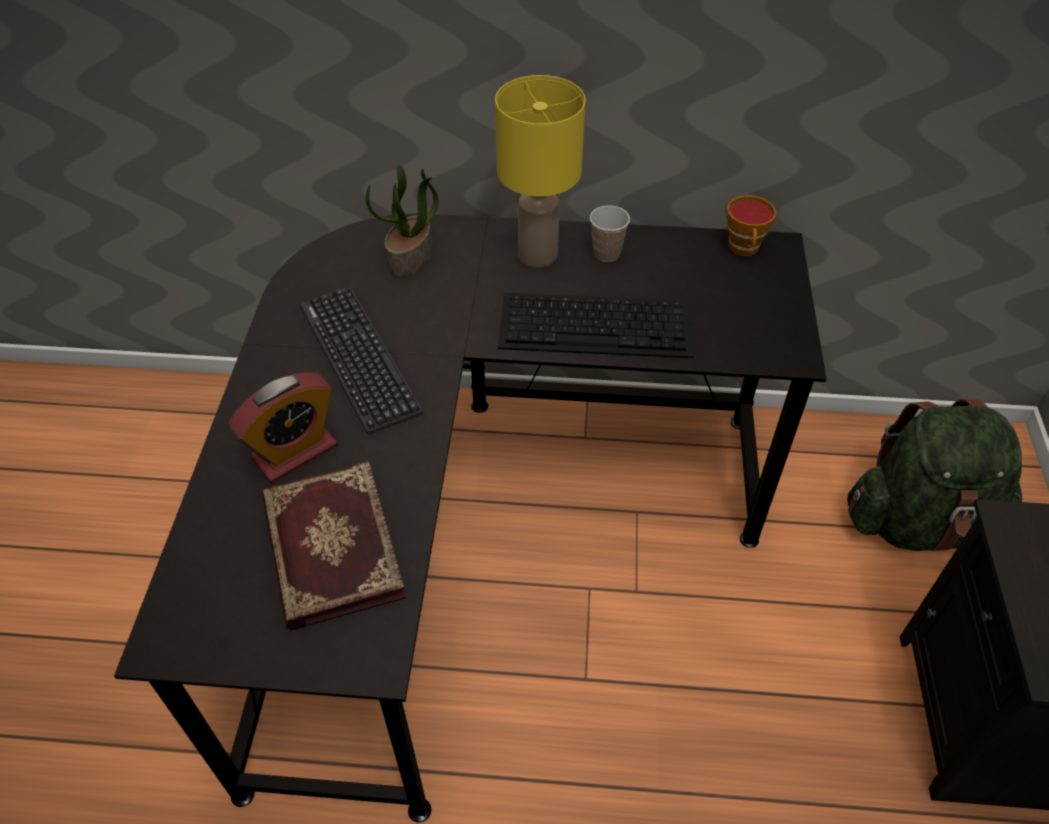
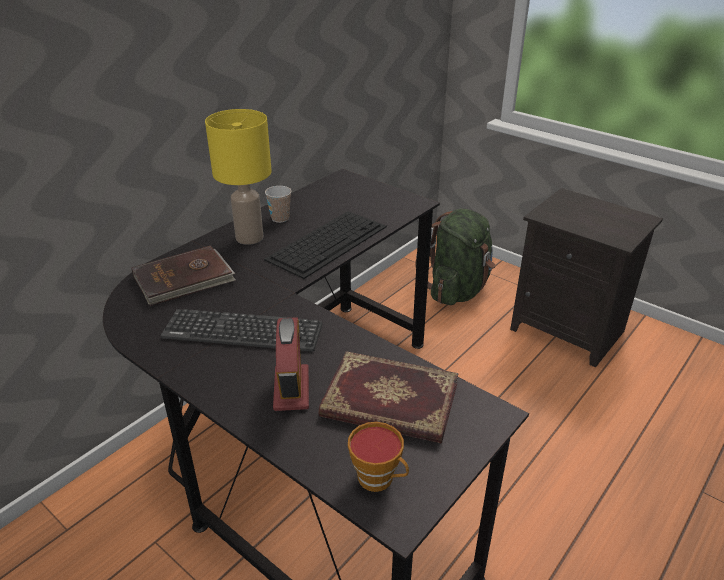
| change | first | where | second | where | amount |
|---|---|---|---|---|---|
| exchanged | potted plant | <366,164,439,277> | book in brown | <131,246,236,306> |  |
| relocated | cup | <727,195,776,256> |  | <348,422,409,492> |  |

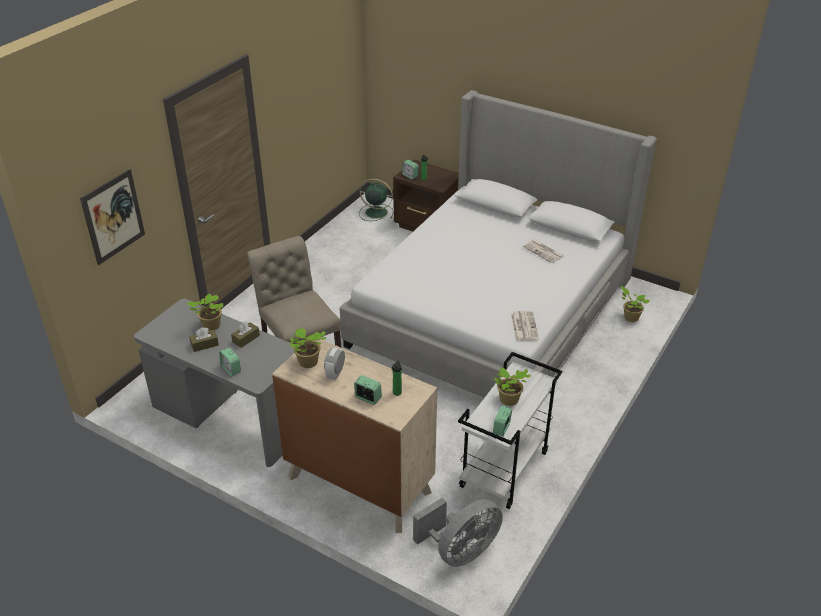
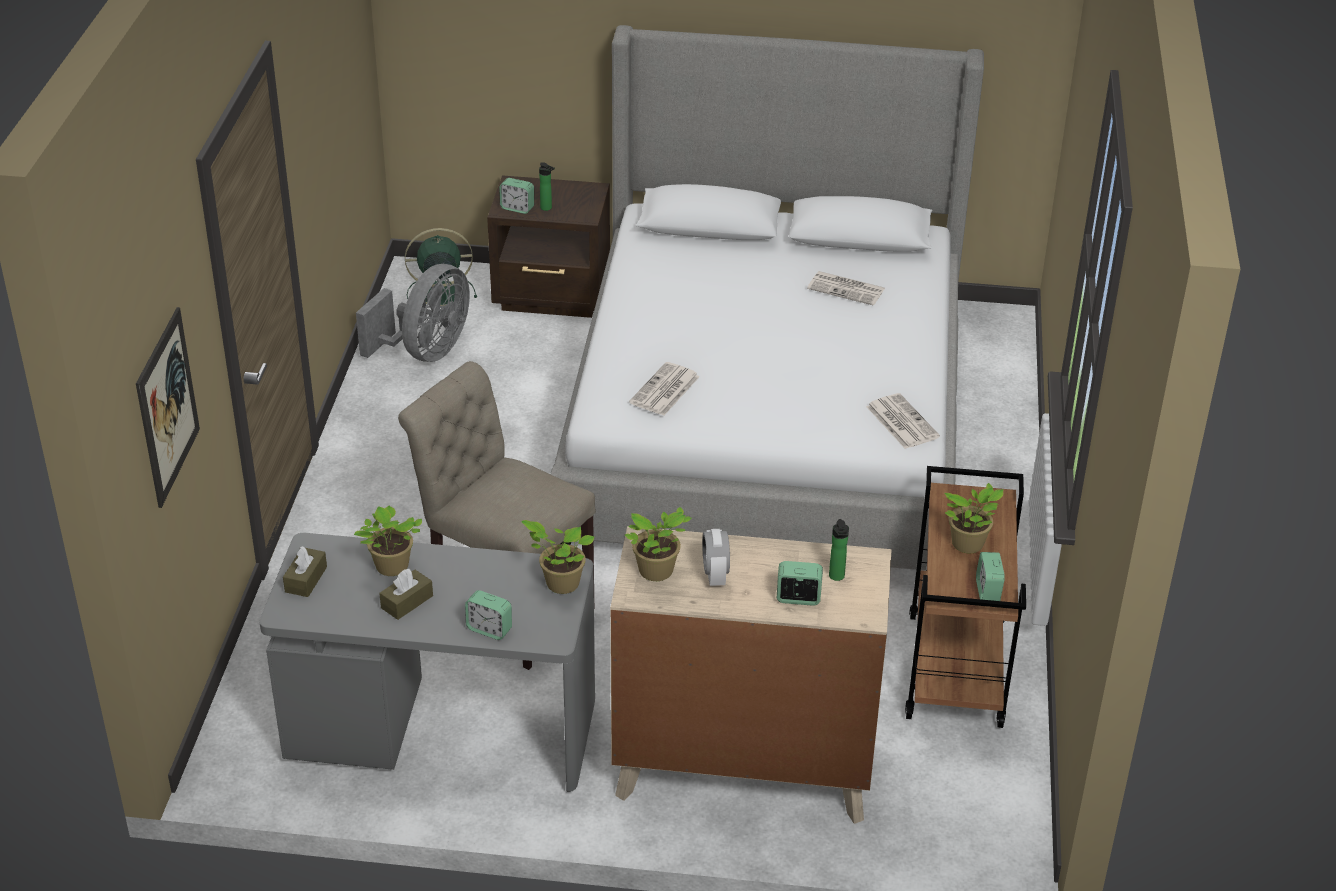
| change | first | where | second | where | amount |
|---|---|---|---|---|---|
| relocated | potted plant | <620,286,650,322> |  | <521,520,595,594> |  |
| relocated | tissue holder in brown | <231,321,260,348> |  | <283,546,327,597> |  |
| colour | trolley in whitish | <458,352,562,509> | trolley in brown | <905,466,1026,728> |  |
| relocated | electric fan in greyish | <413,498,503,567> |  | <356,264,470,362> |  |
| appeared |  |  | daily paper | <629,362,700,416> |  |

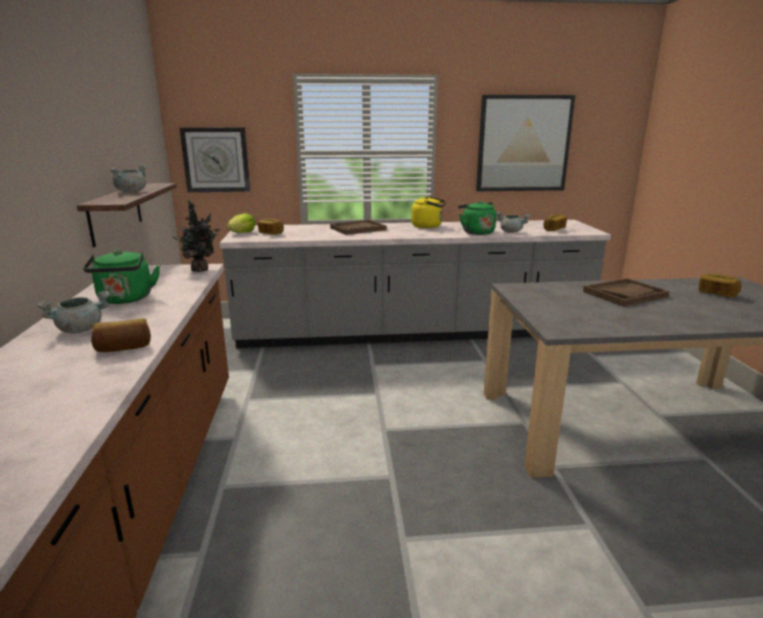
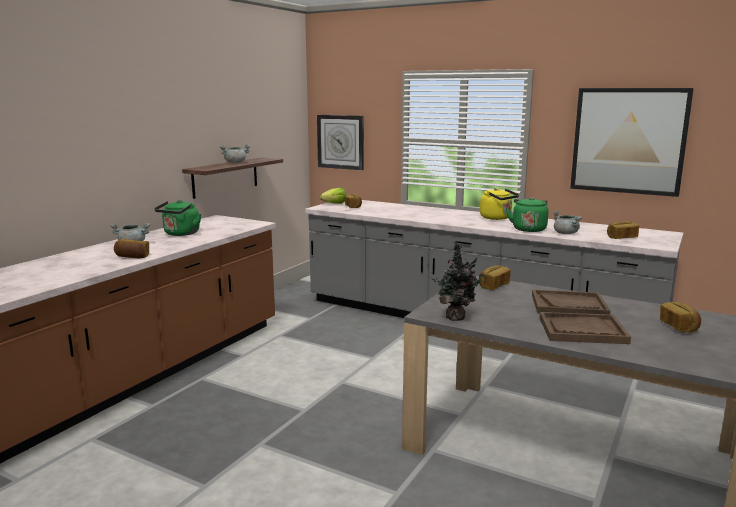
| change | first | where | second | where | amount |
|---|---|---|---|---|---|
| relocated | potted plant | <172,201,220,272> |  | <431,241,486,321> |  |
| relocated | serving tray in brown | <330,220,387,235> |  | <539,312,631,344> |  |
| appeared |  |  | bread | <479,265,511,290> |  |

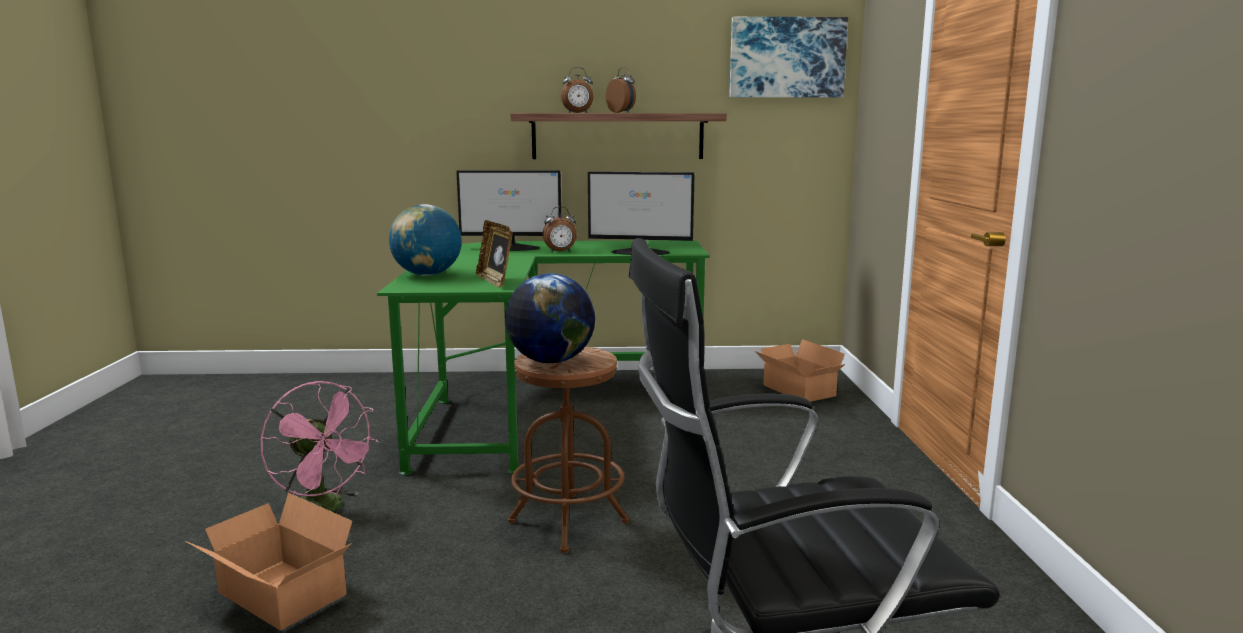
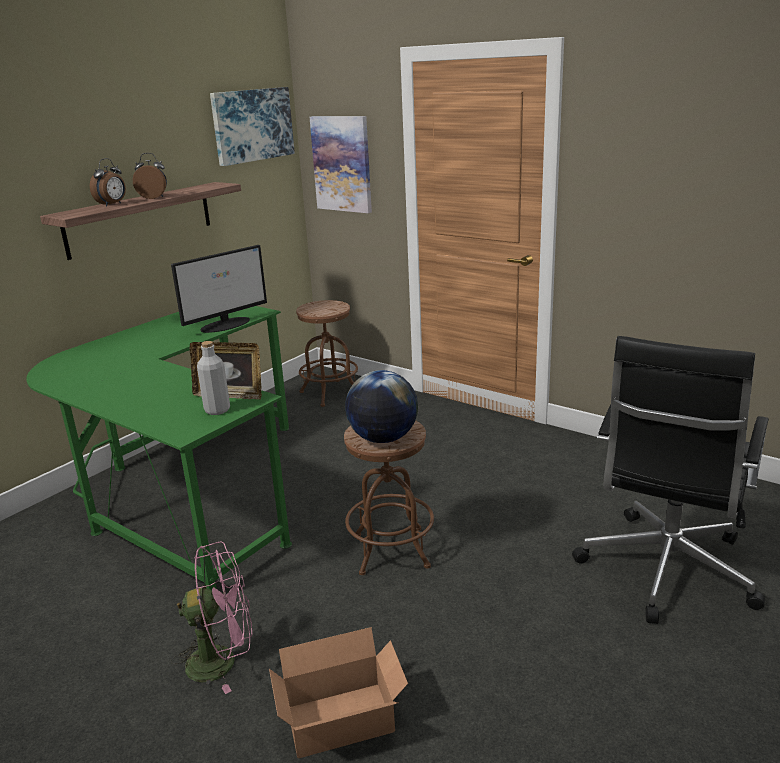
| change | first | where | second | where | amount |
|---|---|---|---|---|---|
| missing | computer screen | <456,170,561,251> |  |  |  |
| missing | globe | <389,204,462,276> |  |  |  |
| missing | alarm clock | <543,206,577,253> |  |  |  |
| exchanged | packing box | <755,339,845,402> | stool in brown | <296,300,358,407> |  |
| appeared |  |  | picture | <310,116,372,213> |  |
| appeared |  |  | drink bottle in greyish | <197,341,230,415> |  |

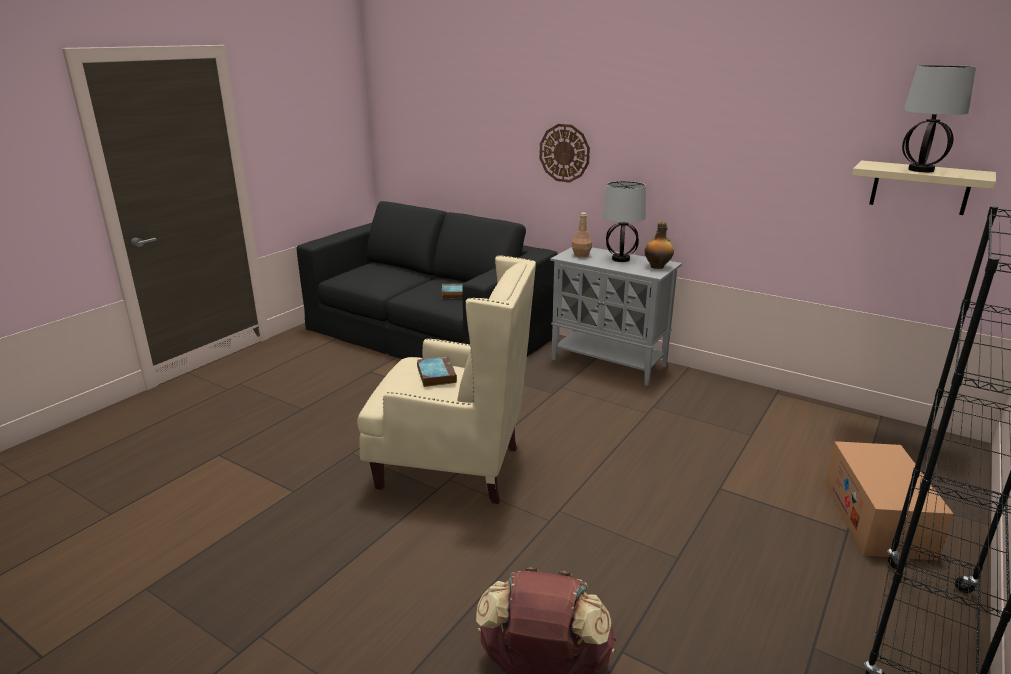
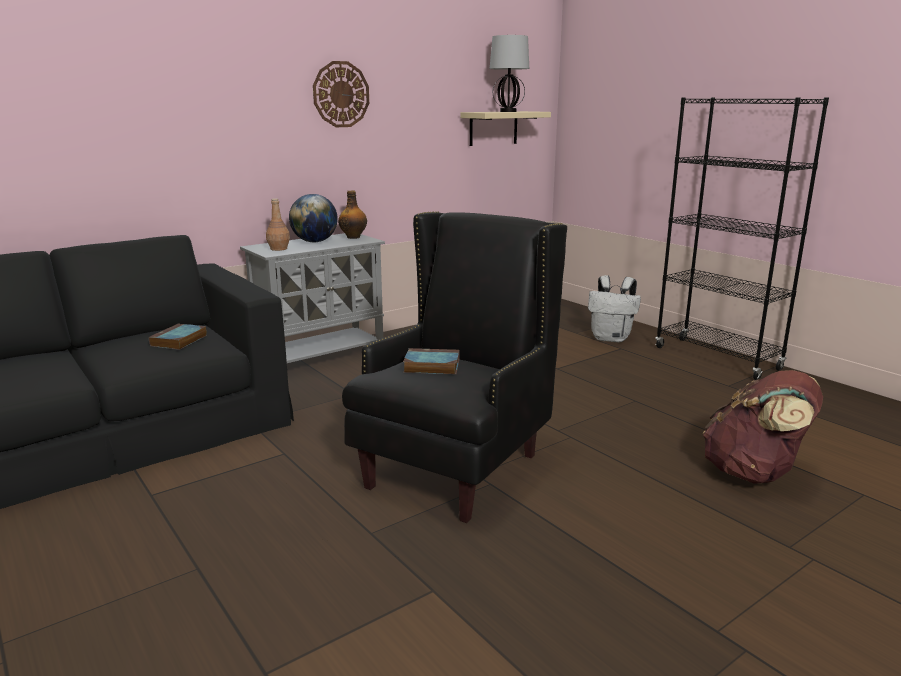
| change | first | where | second | where | amount |
|---|---|---|---|---|---|
| relocated | clock on the wall | <539,124,590,183> |  | <313,61,369,127> |  |
| exchanged | tabletop lamp | <602,181,646,262> | globe | <289,194,338,242> |  |
| colour | easy chair in beige-coloured | <357,255,536,504> | easy chair in black | <342,211,567,523> |  |
| exchanged | packing box | <825,441,953,561> | knapsack in whitish | <588,275,641,342> |  |

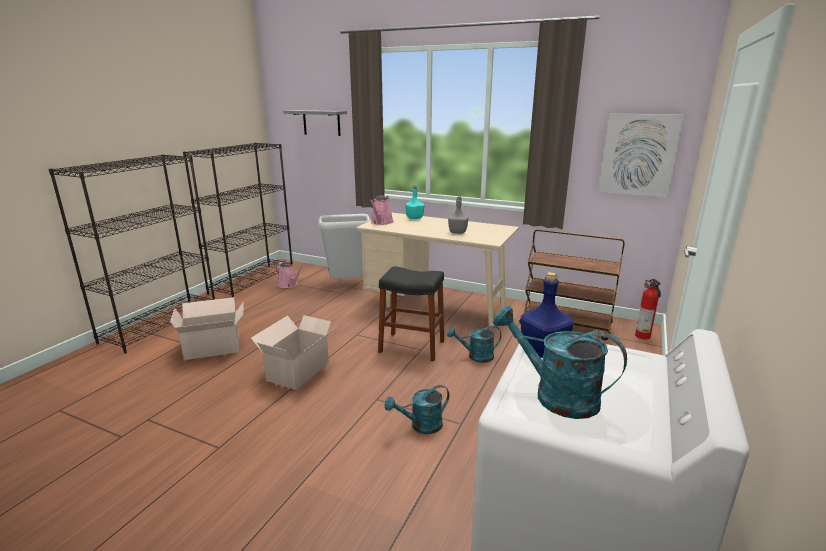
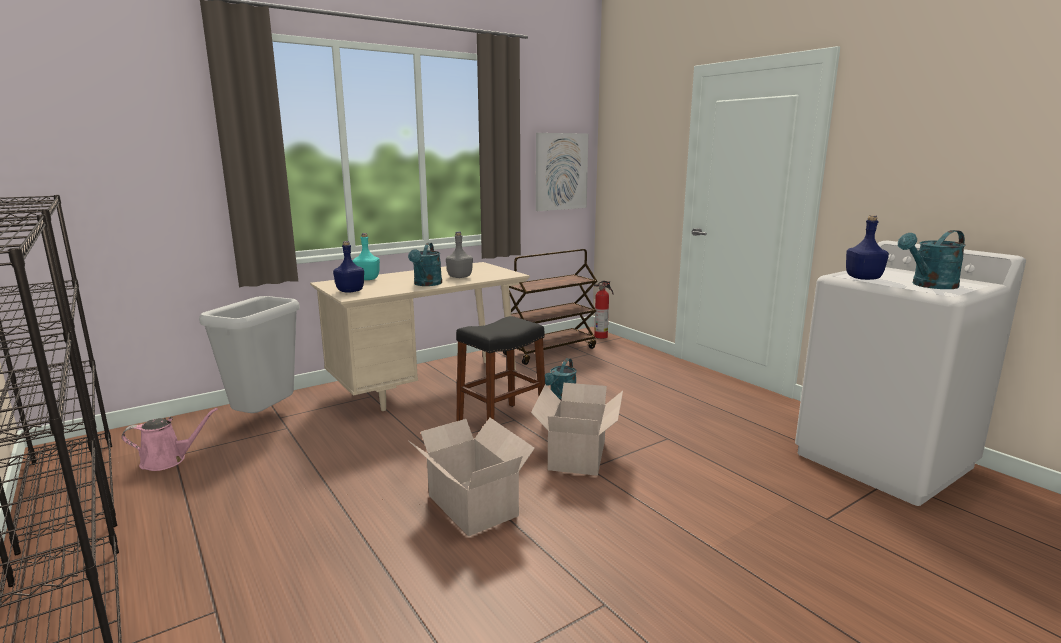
| change | first | where | second | where | amount |
|---|---|---|---|---|---|
| missing | shelf in greyish | <283,110,347,136> |  |  |  |
| exchanged | watering pot in pink-coloured | <369,196,394,225> | drink bottle in blue-coloured | <333,241,364,293> |  |
| relocated | packing box | <170,297,244,360> |  | <531,383,623,476> |  |
| relocated | watering pot in turquoise | <385,385,449,434> |  | <408,243,442,286> |  |

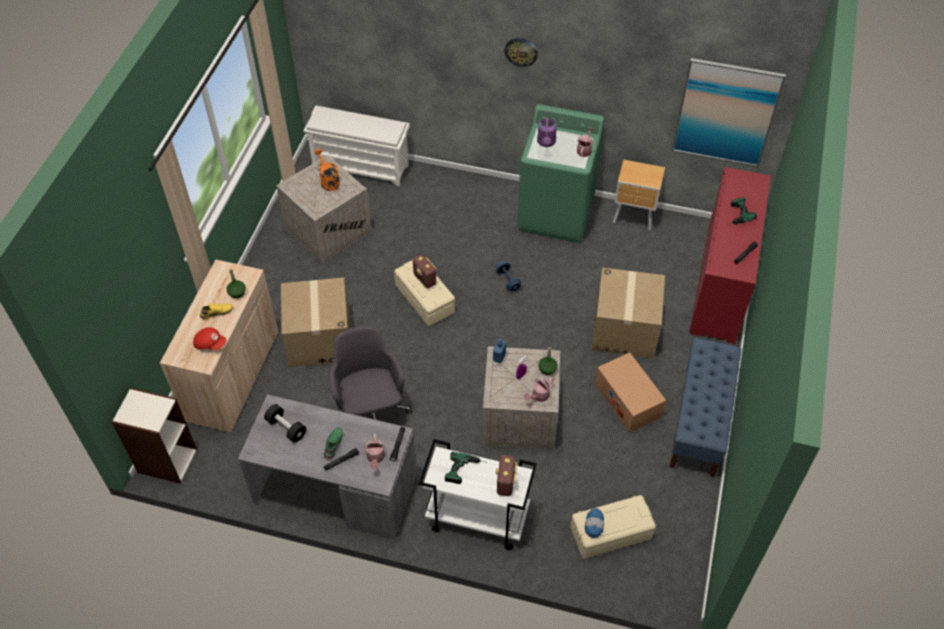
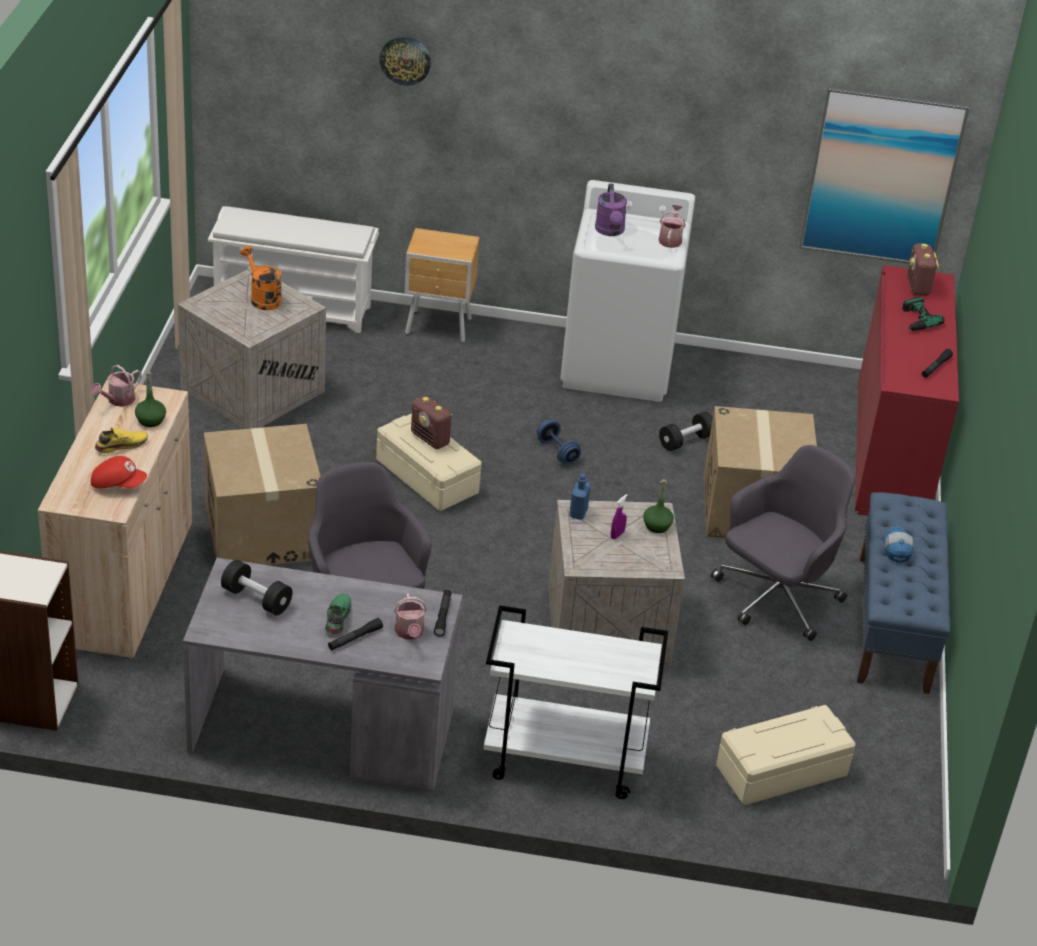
| change | first | where | second | where | amount |
|---|---|---|---|---|---|
| relocated | clock on the wall | <504,38,538,67> |  | <379,36,431,86> |  |
| colour | laundry appliance in green | <517,104,605,243> | laundry appliance in whitish | <560,180,696,402> |  |
| relocated | bedside table in brown | <613,159,665,230> |  | <404,228,480,342> |  |
| exchanged | packing box | <595,353,666,433> | computer chair in greyish | <711,445,855,641> |  |
| relocated | watering pot | <524,378,554,402> |  | <91,365,142,407> |  |
| missing | drill | <445,452,488,484> |  |  |  |
| relocated | radio receiver | <496,455,517,496> |  | <907,244,939,296> |  |
| relocated | peaked cap | <585,508,604,538> |  | <884,526,914,563> |  |
| appeared |  |  | free weight in black | <659,412,713,451> |  |

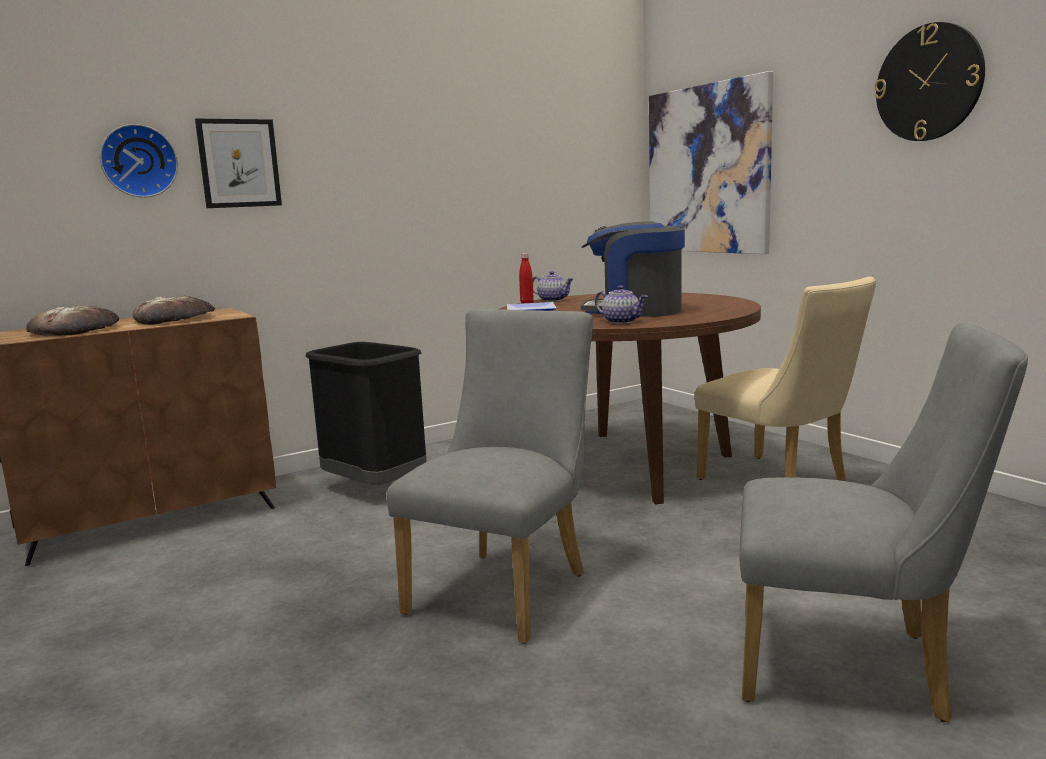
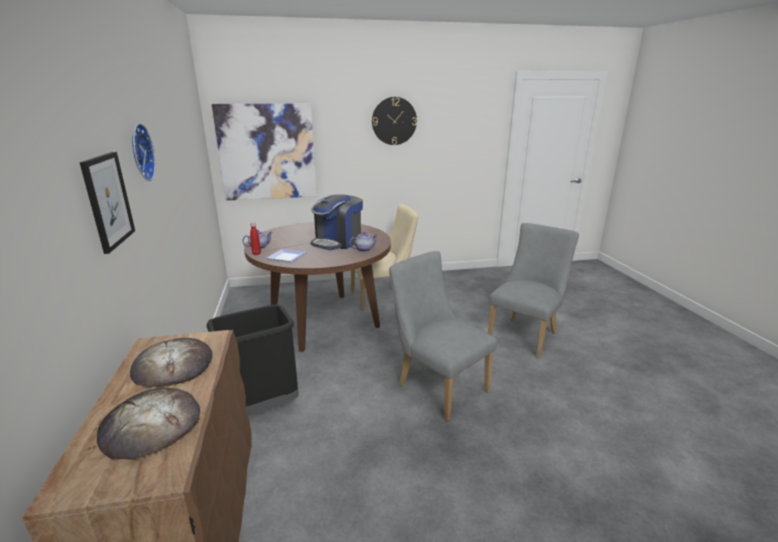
| change | first | where | second | where | amount |
|---|---|---|---|---|---|
| relocated | clock on the wall | <100,124,178,198> |  | <132,123,156,181> |  |

